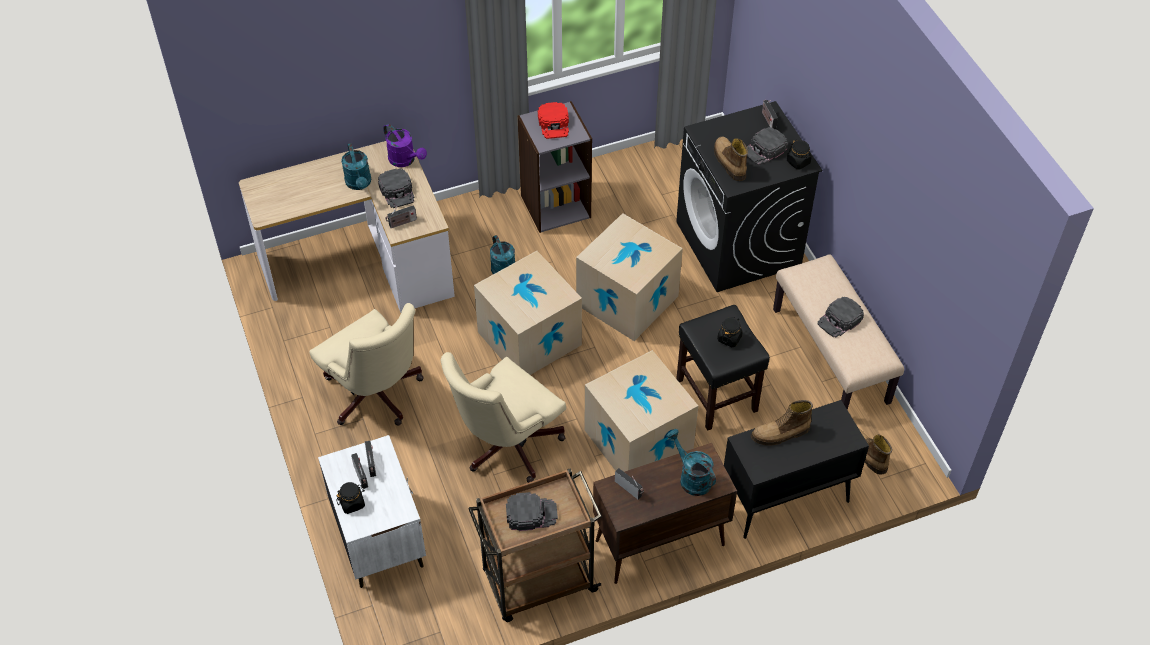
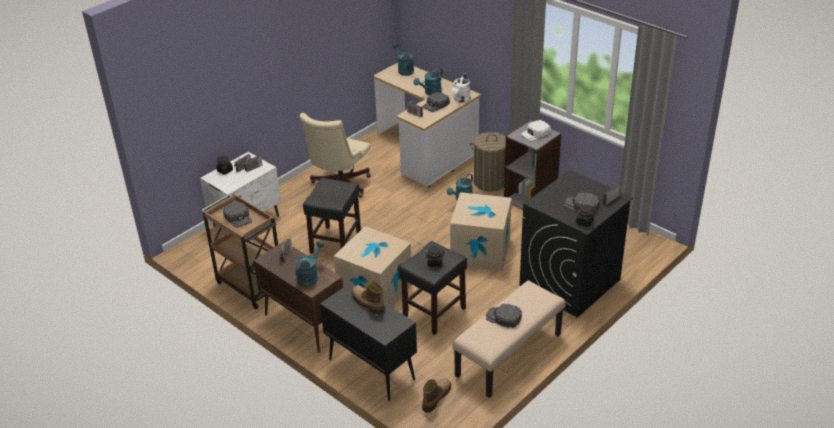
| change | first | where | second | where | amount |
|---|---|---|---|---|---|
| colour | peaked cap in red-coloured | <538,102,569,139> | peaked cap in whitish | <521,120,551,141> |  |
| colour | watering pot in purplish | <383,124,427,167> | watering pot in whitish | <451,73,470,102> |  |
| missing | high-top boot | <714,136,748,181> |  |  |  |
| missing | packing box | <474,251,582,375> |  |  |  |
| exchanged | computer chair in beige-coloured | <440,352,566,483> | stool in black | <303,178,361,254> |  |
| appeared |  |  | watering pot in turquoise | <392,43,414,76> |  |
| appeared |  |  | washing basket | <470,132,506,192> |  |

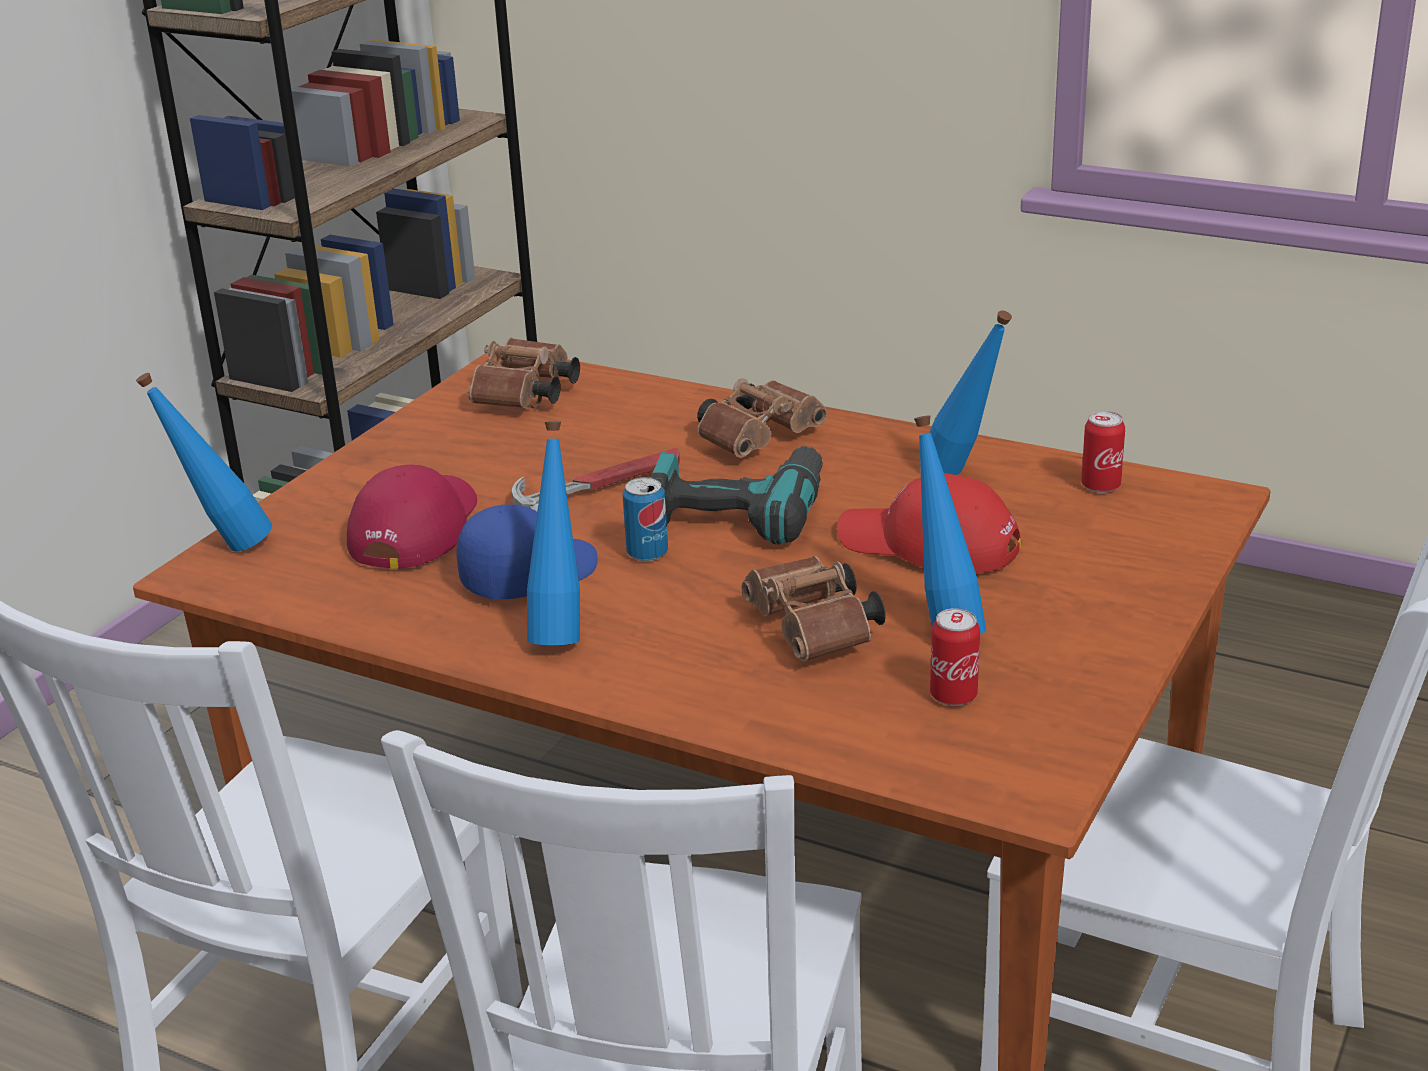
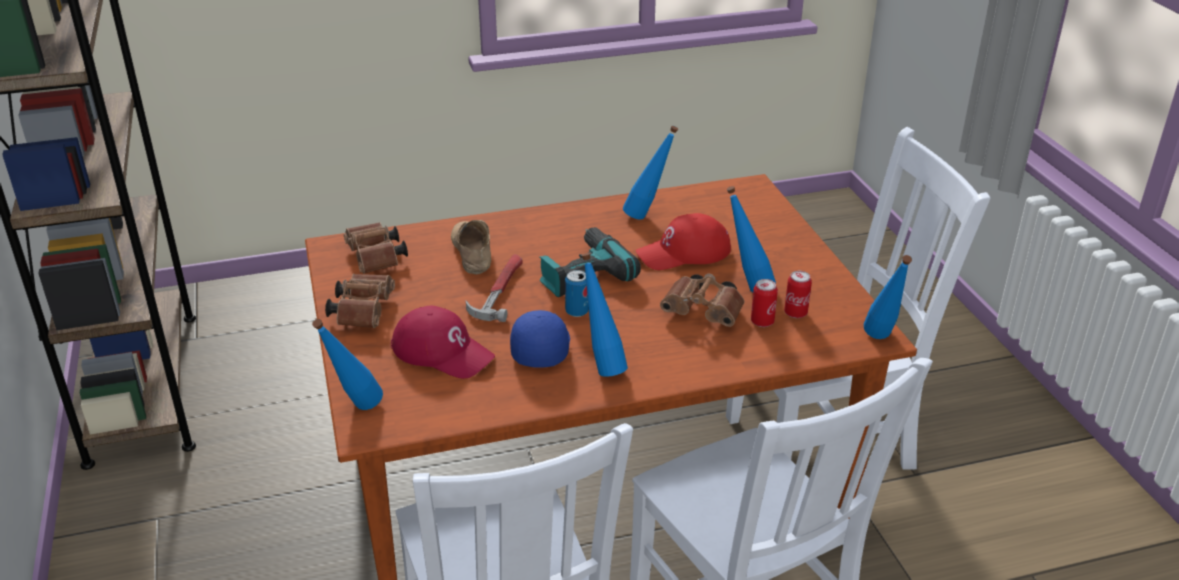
| change | first | where | second | where | amount |
|---|---|---|---|---|---|
| relocated | pair of binoculars in brown | <697,378,827,458> |  | <325,274,395,328> |  |
| relocated | sealed can | <1081,411,1125,493> |  | <751,279,778,327> |  |
| spun | peaked cap in red-coloured | <347,465,477,569> |  | <391,306,495,379> | 150 degrees clockwise |
| appeared |  |  | item of footwear in beige-coloured | <451,220,491,275> |  |
| appeared |  |  | drink bottle in blue-coloured | <864,255,912,339> |  |

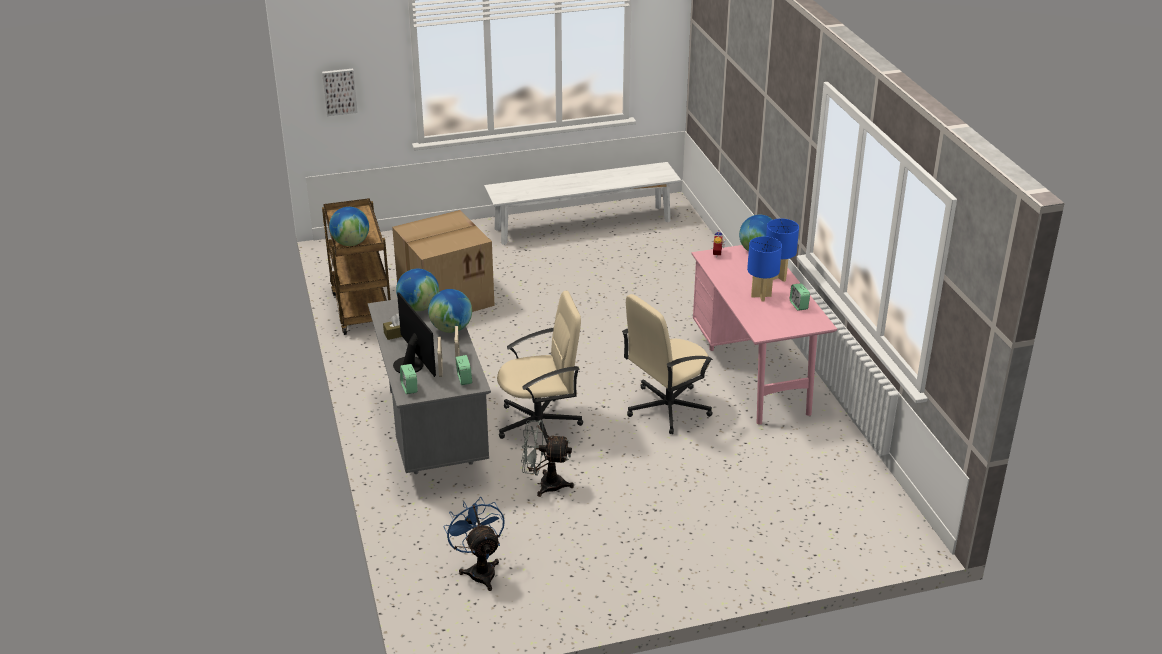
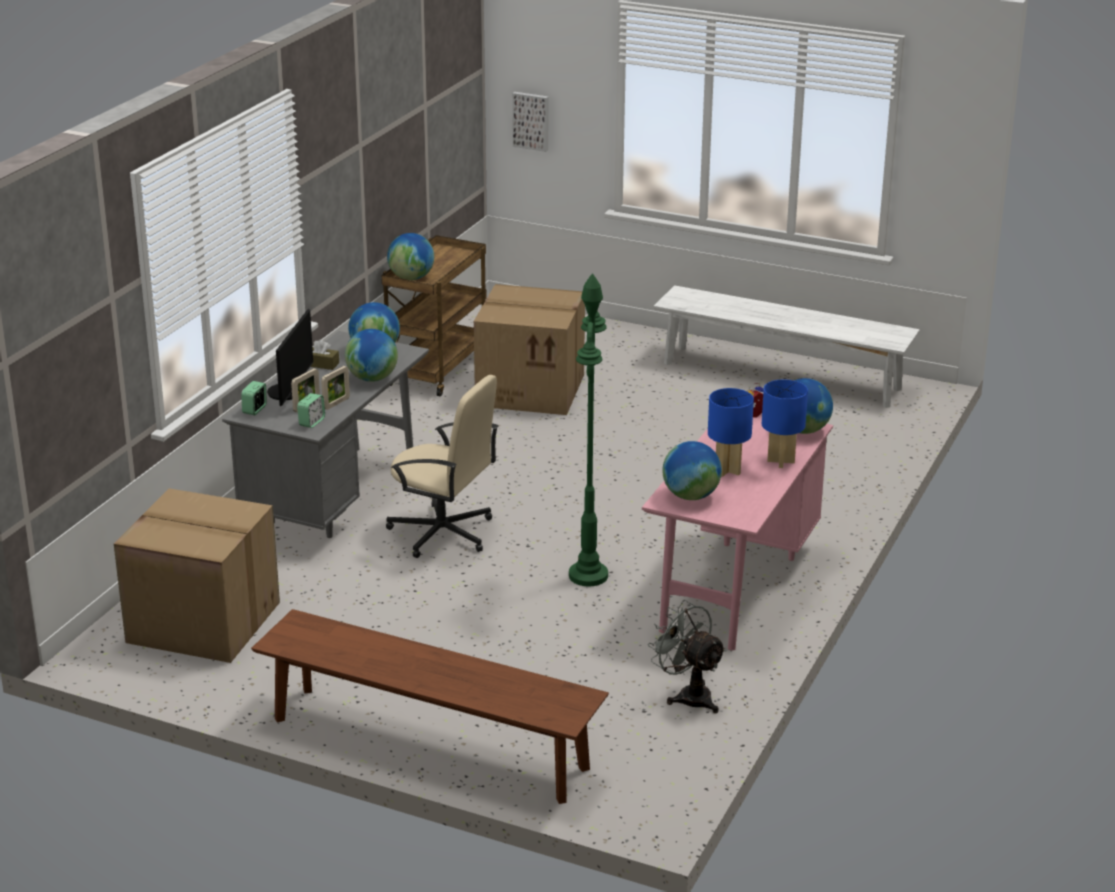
| change | first | where | second | where | amount |
|---|---|---|---|---|---|
| missing | alarm clock | <790,283,810,311> |  |  |  |
| exchanged | computer chair in beige-coloured | <622,294,713,434> | standing lamp in green | <569,273,608,586> |  |
| relocated | electric fan in greyish | <521,420,574,497> |  | <648,600,727,713> |  |
| exchanged | electric fan in blue-coloured | <444,497,505,591> | packing box | <114,488,280,663> |  |
| appeared |  |  | globe | <662,441,722,500> |  |
| appeared |  |  | long seat in brown | <251,609,609,804> |  |

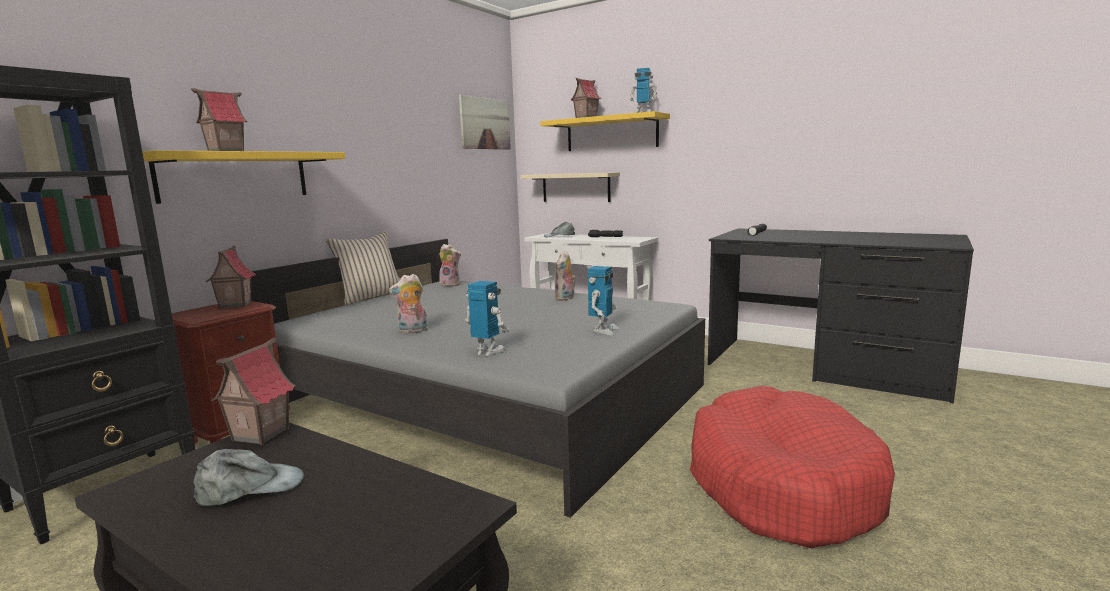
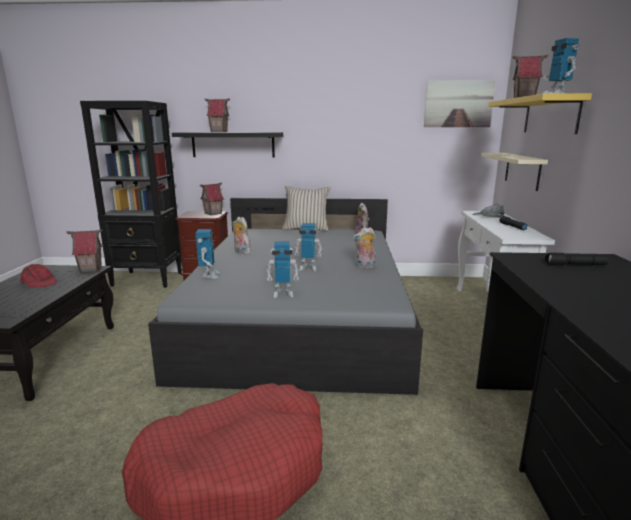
| change | first | where | second | where | amount |
|---|---|---|---|---|---|
| colour | shelf in yellowish | <142,150,345,204> | shelf in black | <172,132,283,158> |  |
| colour | peaked cap in greyish | <193,449,304,506> | peaked cap in red-coloured | <20,264,56,288> |  |
| appeared |  |  | toy robot | <294,223,322,271> |  |

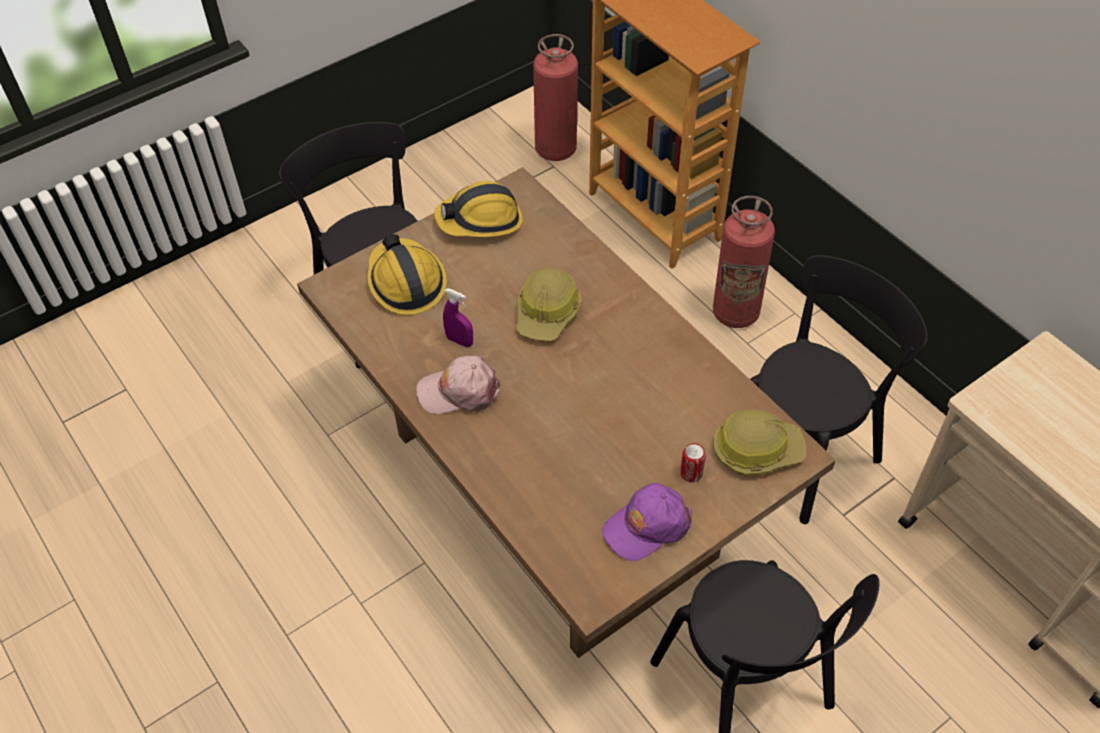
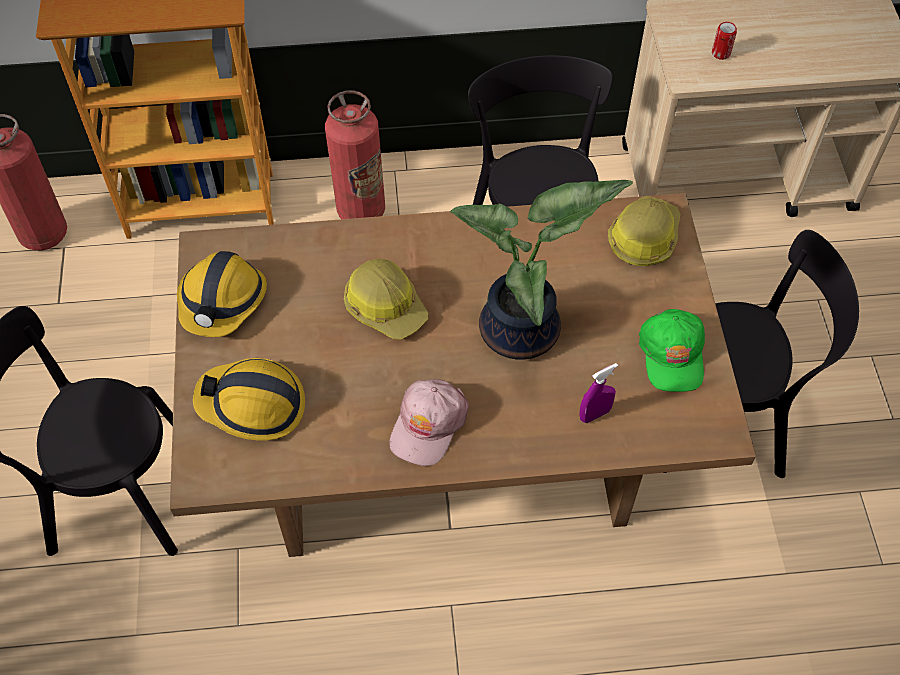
| change | first | where | second | where | amount |
|---|---|---|---|---|---|
| relocated | sprayer in purplish | <443,289,473,347> |  | <579,363,618,423> |  |
| relocated | sealed can | <680,443,706,482> |  | <712,22,737,60> |  |
| colour | peaked cap in purplish | <602,483,692,561> | peaked cap in green | <639,309,705,392> |  |
| appeared |  |  | potted plant | <450,180,633,360> |  |

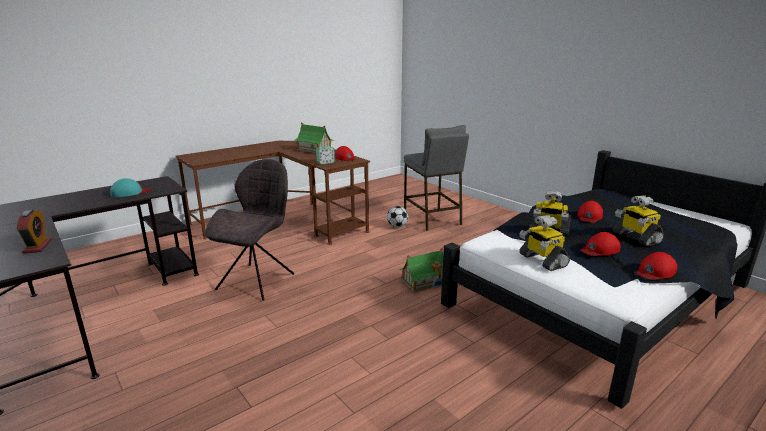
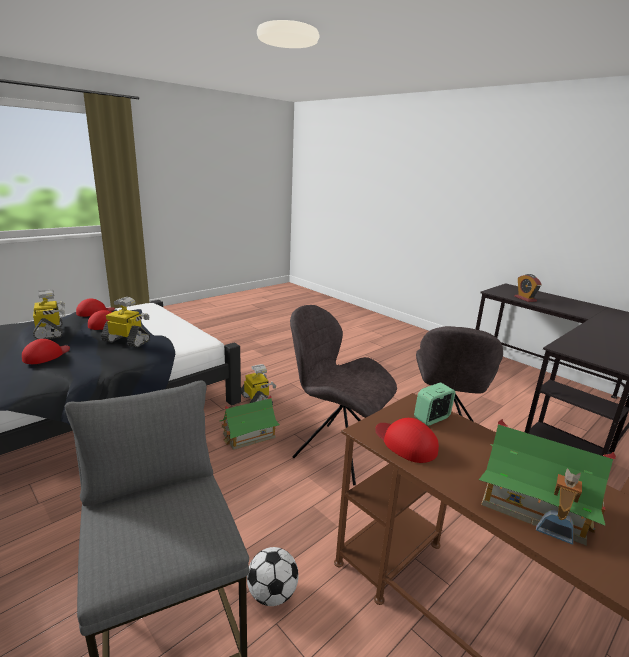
| change | first | where | second | where | amount |
|---|---|---|---|---|---|
| missing | peaked cap in turquoise | <110,178,152,197> |  |  |  |
| relocated | toy robot | <519,215,570,271> |  | <241,364,276,405> |  |
| appeared |  |  | upright chair in greyish | <290,305,397,485> |  |

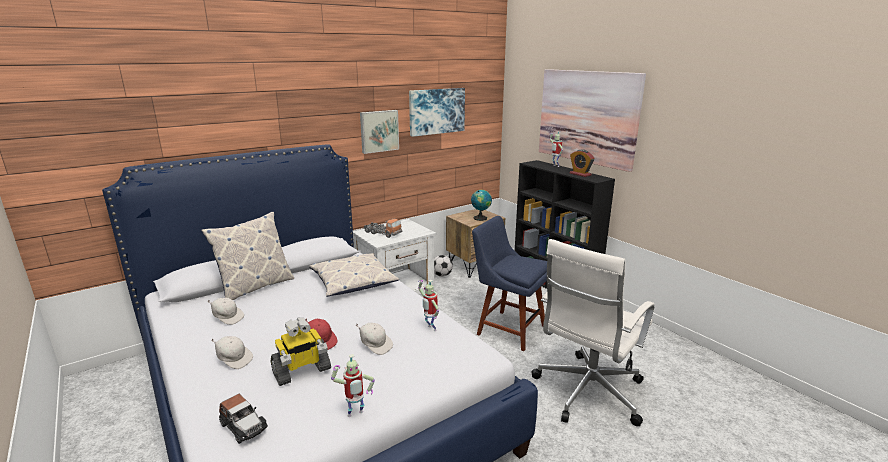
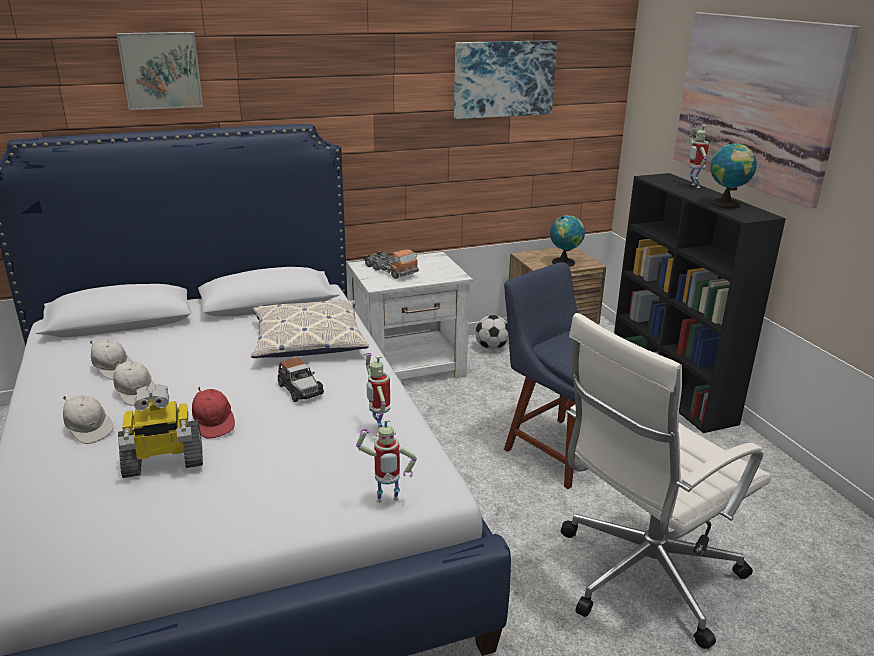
| change | first | where | second | where | amount |
|---|---|---|---|---|---|
| relocated | picture | <360,110,399,154> |  | <117,32,203,110> |  |
| exchanged | alarm clock | <570,149,595,177> | globe | <710,142,757,208> |  |
| missing | throw pillow | <201,212,294,300> |  |  |  |
| relocated | peaked cap in whitish | <356,323,393,355> |  | <113,360,155,406> |  |
| relocated | toy robot | <331,354,375,417> |  | <356,417,417,503> |  |
| relocated | toy car | <219,394,268,444> |  | <278,357,324,402> |  |

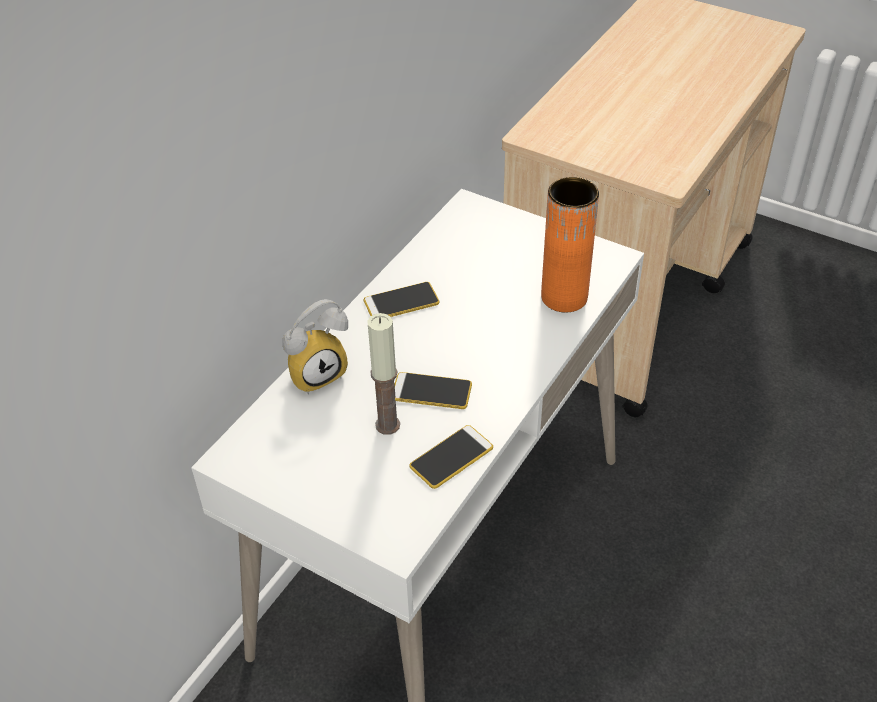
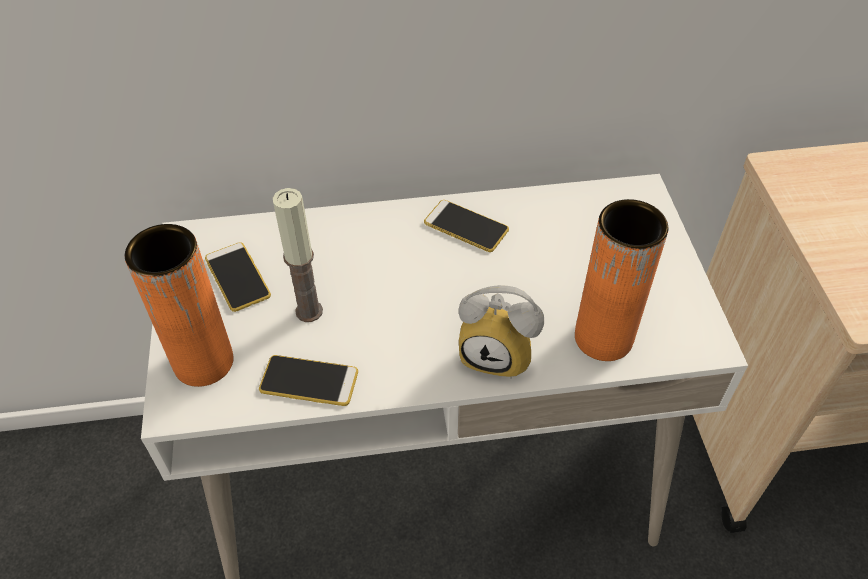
| change | first | where | second | where | amount |
|---|---|---|---|---|---|
| relocated | alarm clock | <282,299,348,395> |  | <459,285,544,379> |  |
| relocated | phone | <395,372,472,409> |  | <205,242,271,312> |  |
| appeared |  |  | flower vase in orange-coloured | <125,224,234,387> |  |

